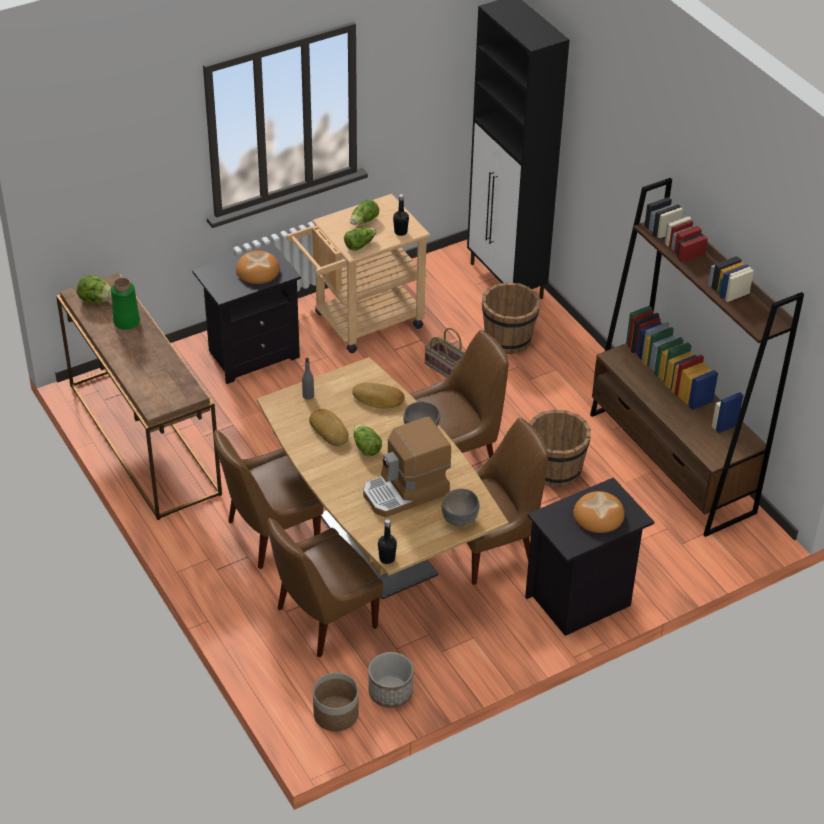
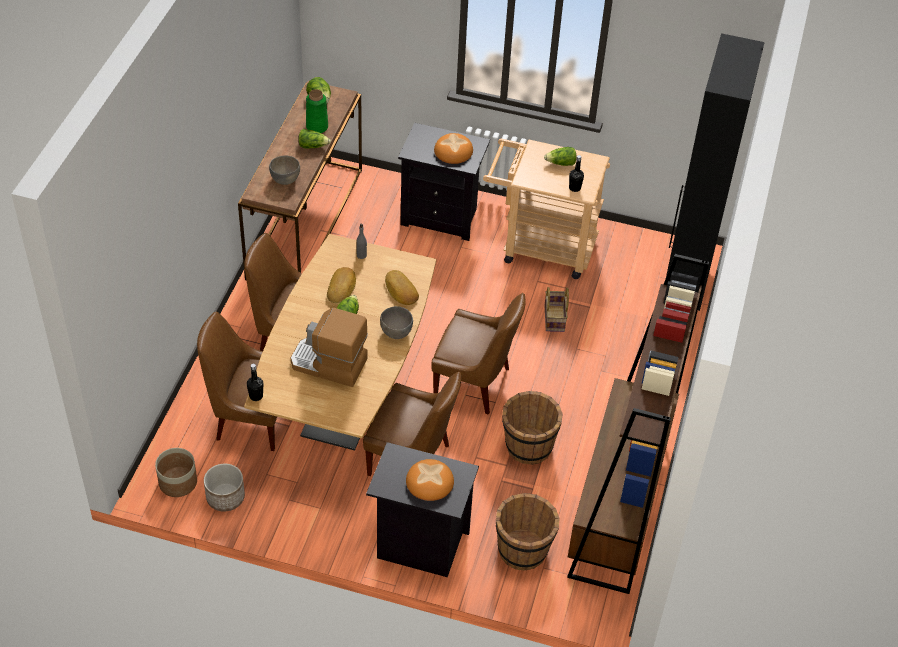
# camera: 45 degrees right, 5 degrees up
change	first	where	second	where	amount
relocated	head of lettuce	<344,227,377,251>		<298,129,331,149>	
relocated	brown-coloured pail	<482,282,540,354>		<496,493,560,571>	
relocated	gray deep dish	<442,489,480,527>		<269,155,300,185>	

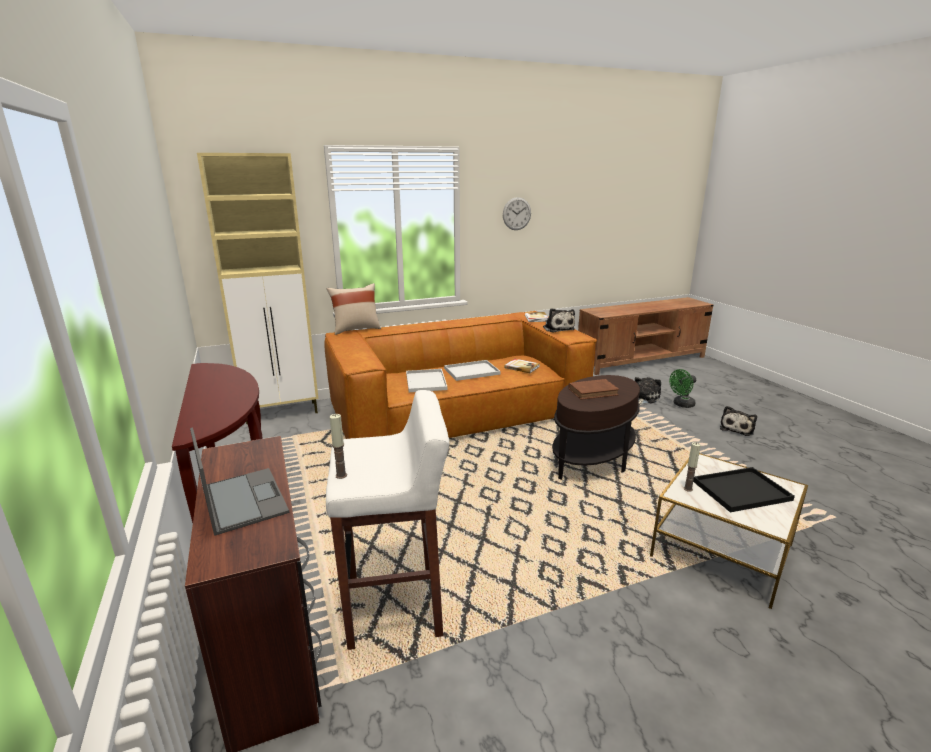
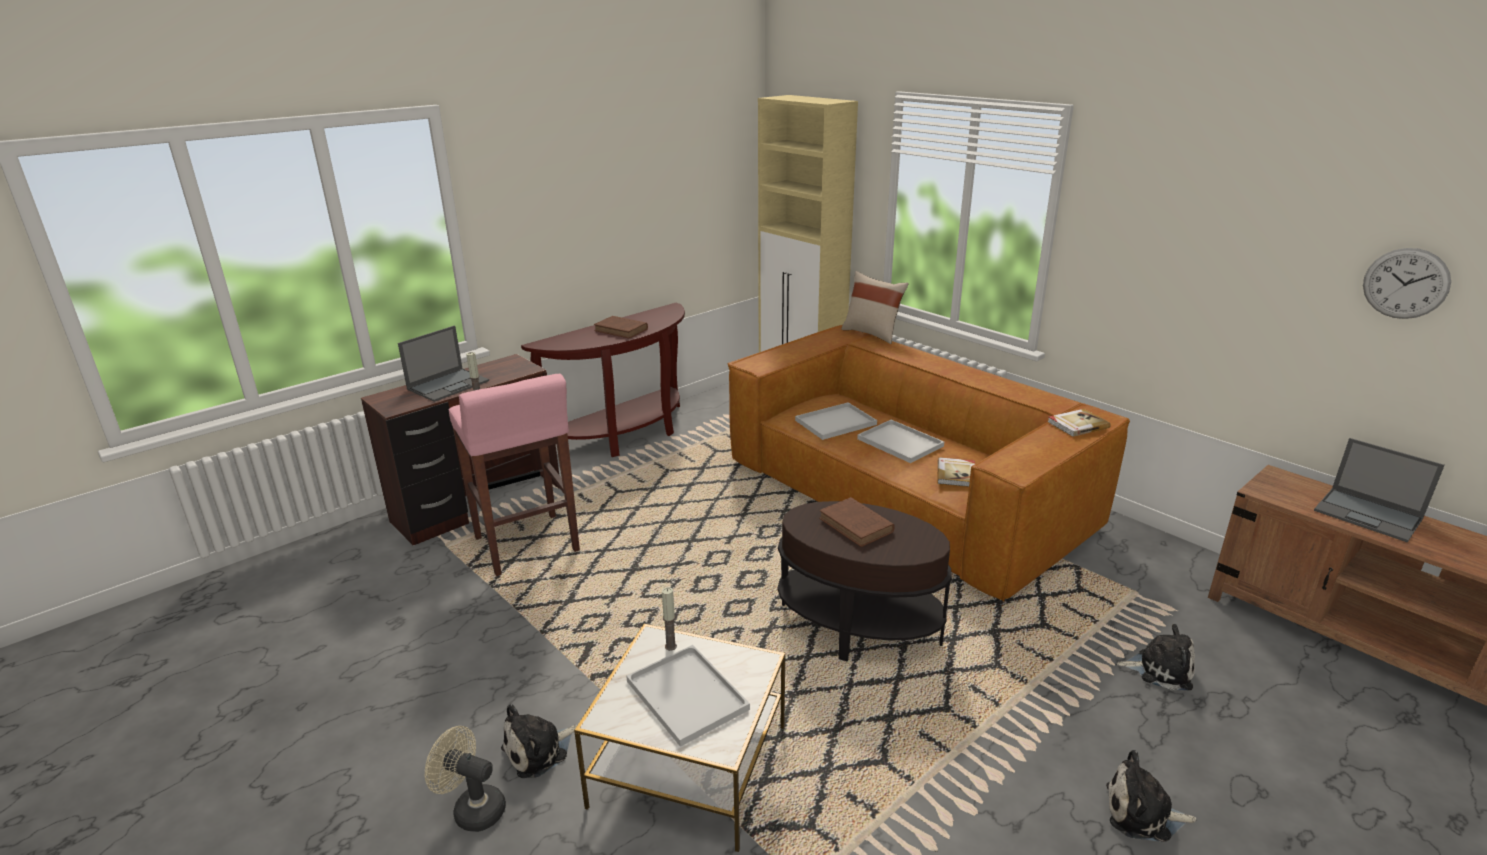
# camera: 70 degrees right, 5 degrees up
change	first	where	second	where	amount
relocated	clock on the wall	<503,197,531,230>		<1363,248,1451,319>	
relocated	soft toy	<543,308,575,332>		<501,704,577,778>	
missing	green fan	<669,369,696,408>			
colour	white-coloured sitting stool	<326,390,449,650>	pink-coloured sitting stool	<448,374,580,576>	
colour	blackish serving tray	<693,467,795,512>	white-coloured serving tray	<626,645,750,747>	
appeared			brown-coloured book	<594,316,648,338>	
appeared			laptop	<1314,438,1445,542>	
appeared			beige fan	<425,726,506,832>	

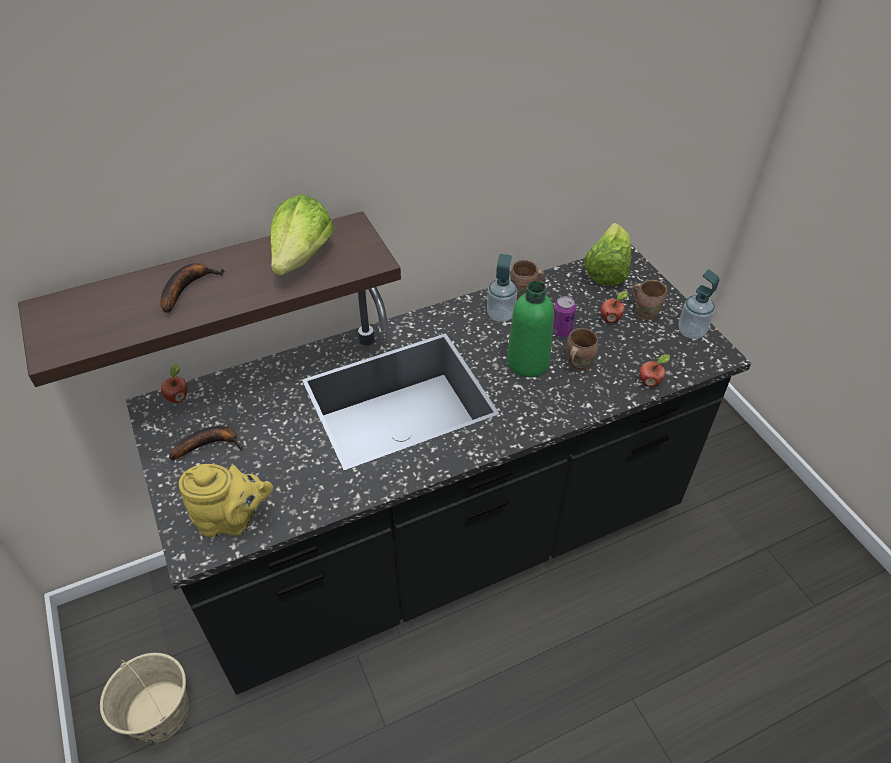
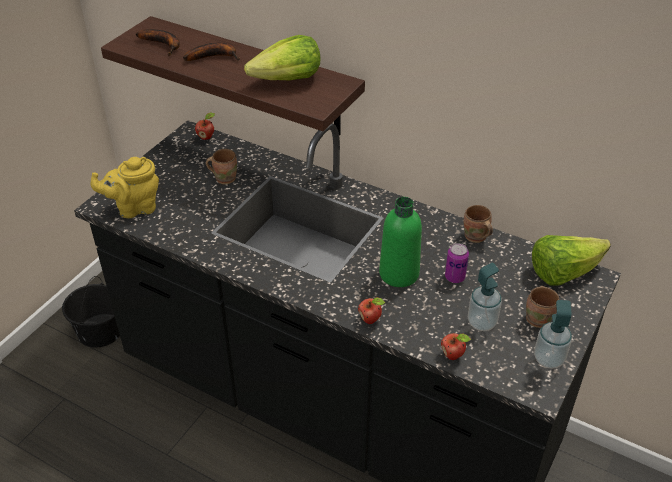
# camera: 55 degrees right, 5 degrees down
change	first	where	second	where	amount
relocated	soap bottle	<487,254,517,322>		<468,263,502,331>	
relocated	apple	<601,291,628,323>		<358,297,385,324>	
relocated	brown-coloured tea mug	<566,328,598,371>		<206,149,237,185>	
relocated	banana	<169,426,243,460>		<136,29,180,56>	
spun	yellow-coloured pot for tea	<179,464,273,537>		<91,157,159,218>	105 degrees clockwise
colour	beige pail	<100,653,189,744>	blackish pail	<62,276,120,347>	

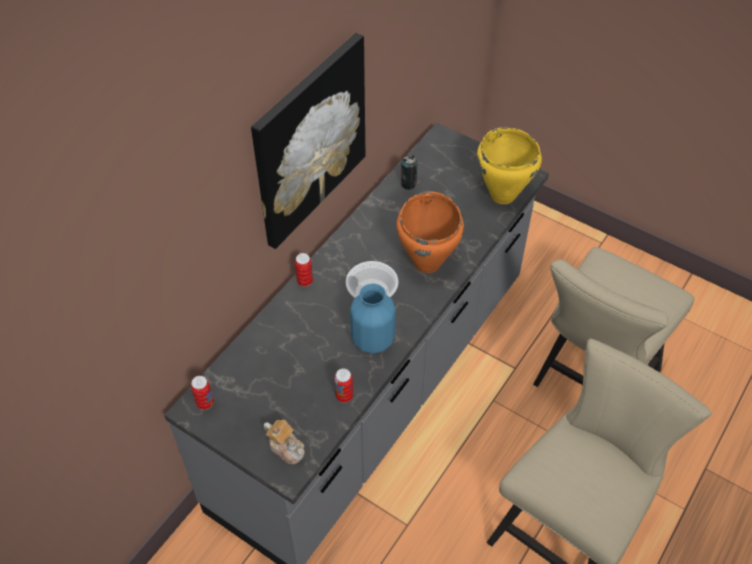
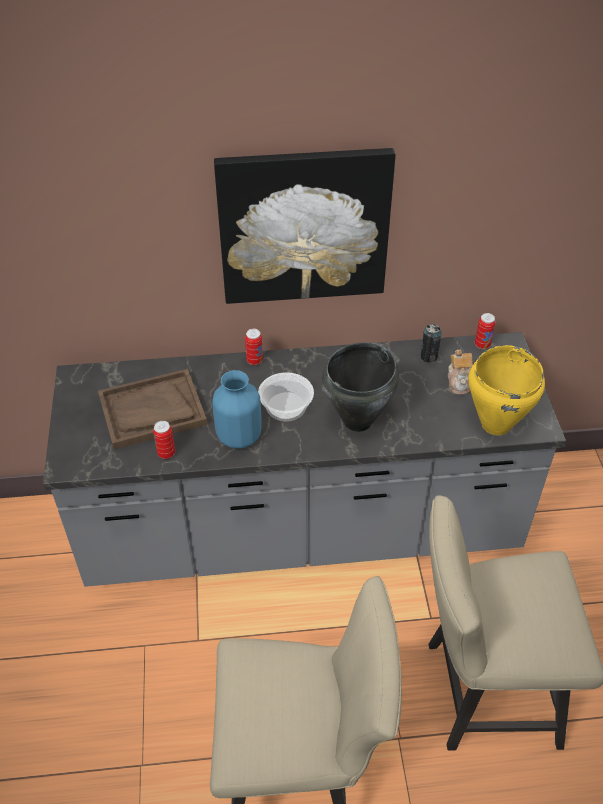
# camera: 50 degrees right, 5 degrees down
change	first	where	second	where	amount
colour	orangey cooking pot	<396,191,464,273>	blackish cooking pot	<322,342,399,432>	
relocated	metal can	<191,376,214,410>		<475,313,496,349>	
relocated	pot for tea	<263,420,305,464>		<448,349,473,395>	
appeared			brown-coloured serving tray	<98,369,207,449>	

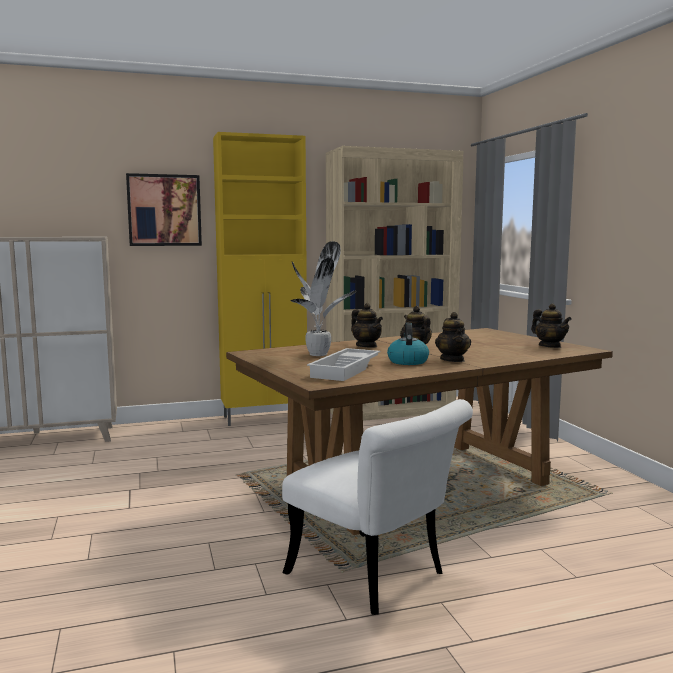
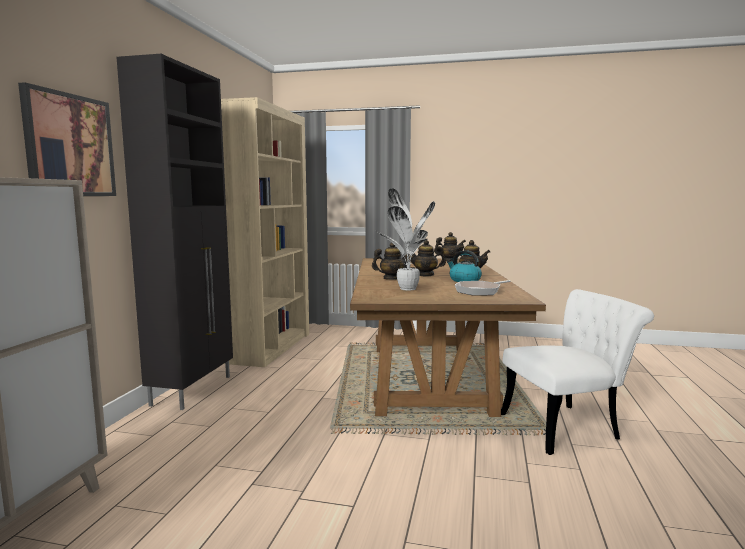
# camera: 60 degrees left, 0 degrees up
change	first	where	second	where	amount
colour	yellow-coloured cabinet	<213,132,307,426>	blackish cabinet	<117,54,233,410>	
exchanged	white-coloured serving tray	<307,348,380,381>	pan	<455,280,511,296>	

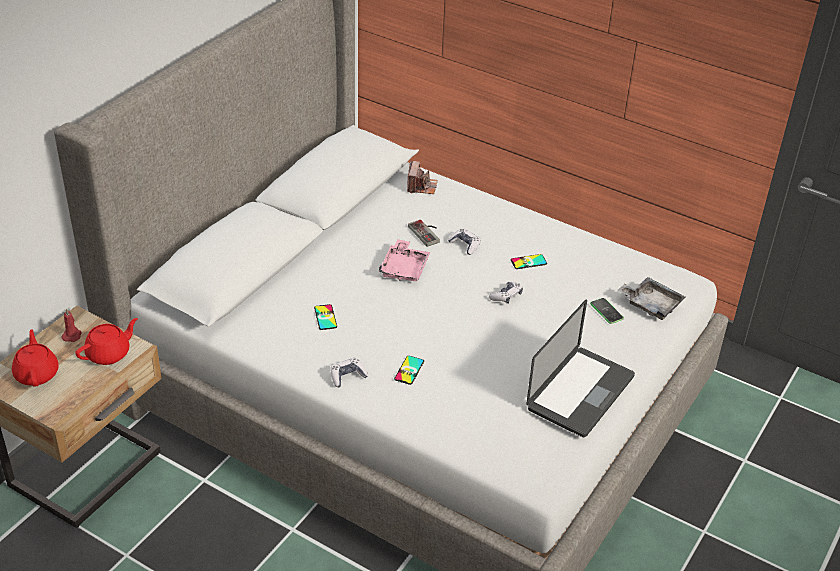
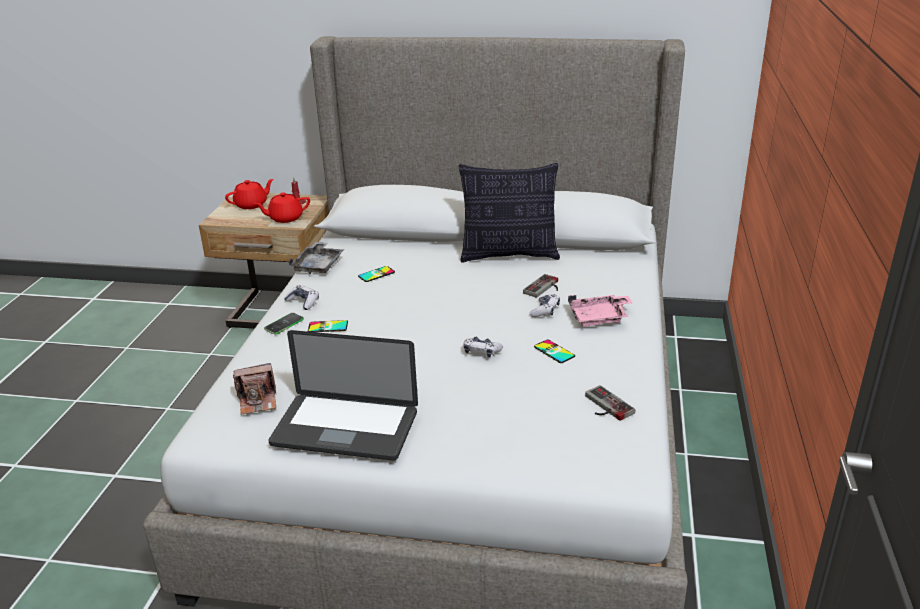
# camera: 70 degrees right, 10 degrees down
change	first	where	second	where	amount
relocated	photo camera	<407,161,438,194>		<233,363,276,414>	
relocated	pink-coloured serving tray	<379,239,430,281>		<568,295,632,327>	
relocated	gray serving tray	<618,277,686,320>		<288,242,344,274>	
relocated	phone	<590,298,624,324>		<264,313,304,335>	
spun	reddish pot for tea	<75,318,138,365>		<254,192,310,223>	135 degrees clockwise
appeared			pillow	<459,163,560,263>	
appeared			game controller	<585,385,635,421>	

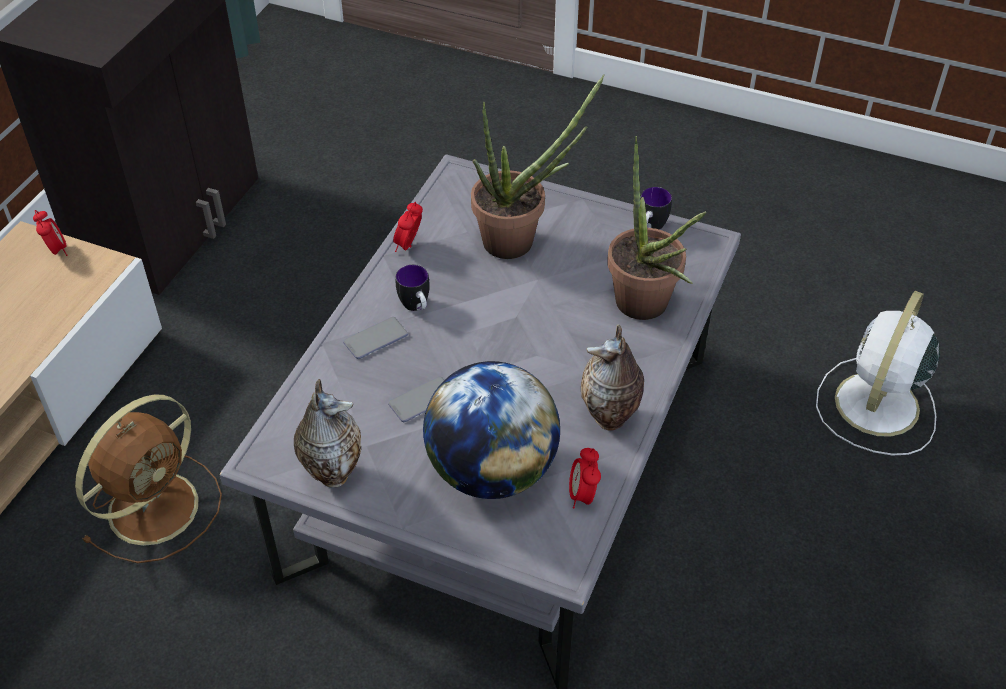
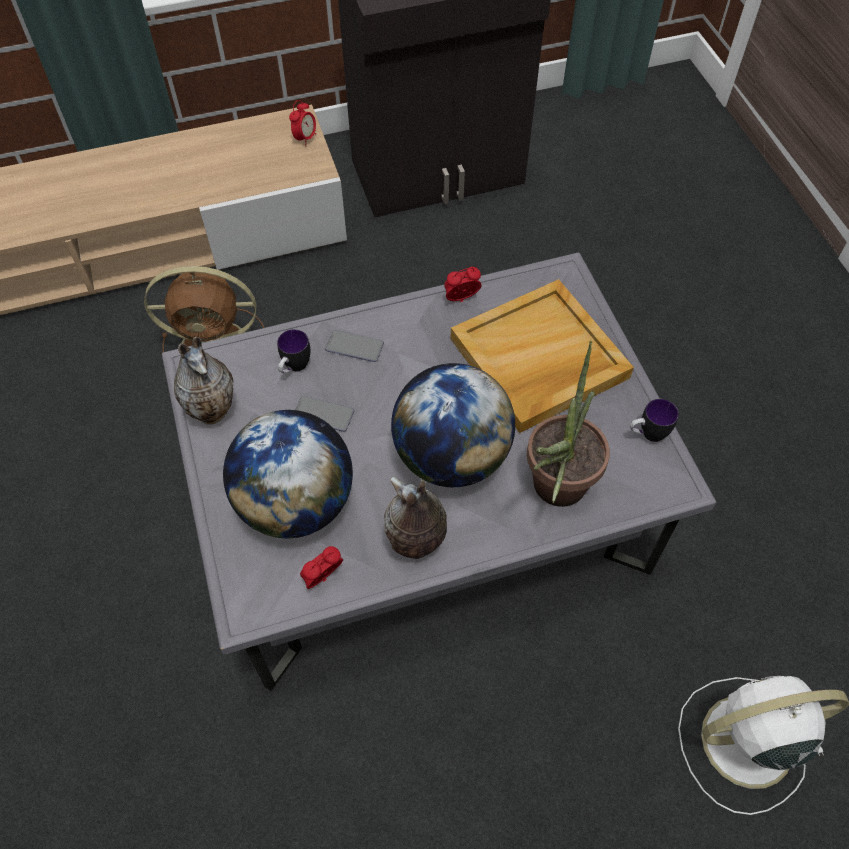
# camera: 50 degrees right, 10 degrees up
change	first	where	second	where	amount
exchanged	plant in a pot	<471,74,605,259>	beige serving tray	<451,279,634,433>	
relocated	tea mug	<395,265,430,311>		<277,329,310,373>	
appeared			desk globe	<391,363,515,487>	

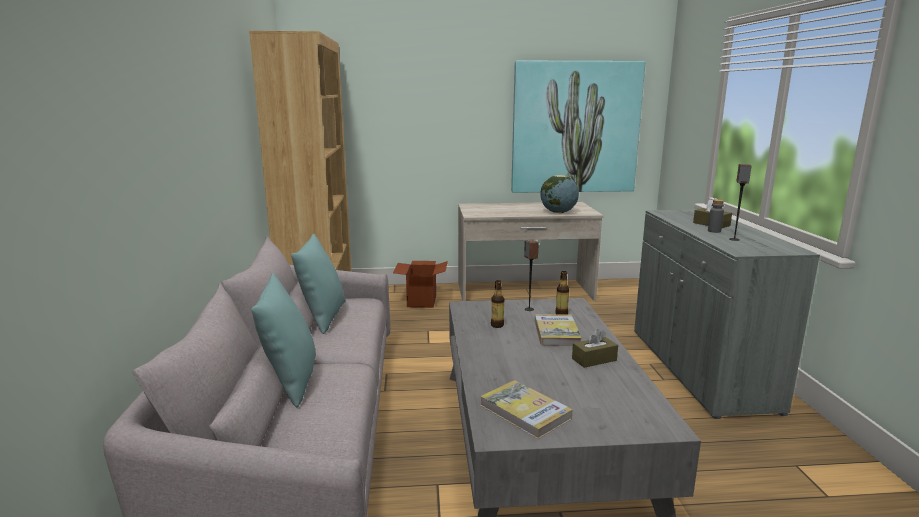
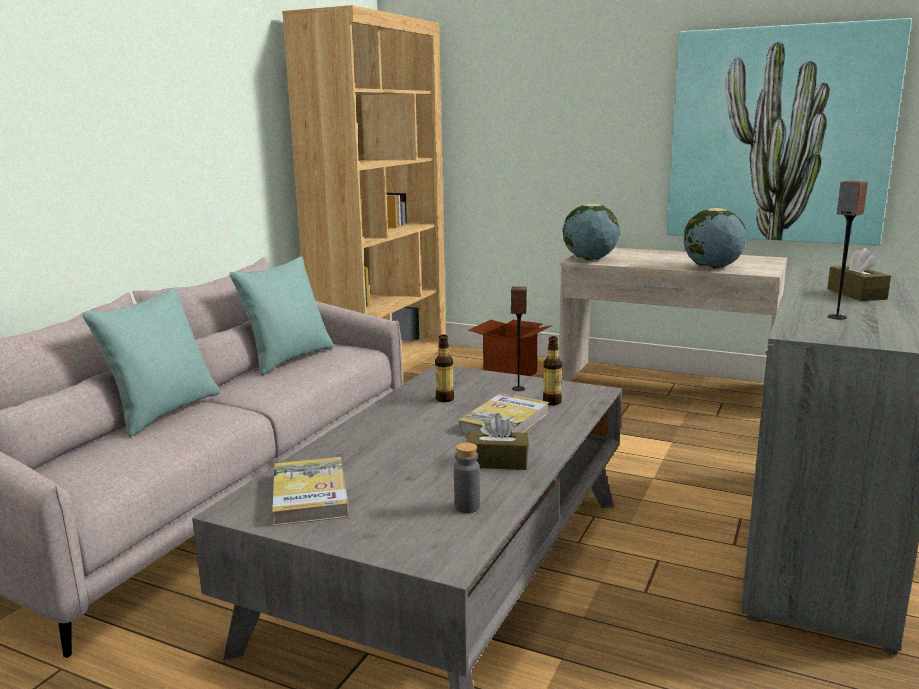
# camera: 30 degrees right, 0 degrees up
change	first	where	second	where	amount
relocated	gray drink bottle	<708,199,724,233>		<454,443,480,513>	
appeared			desk globe	<562,204,620,260>	

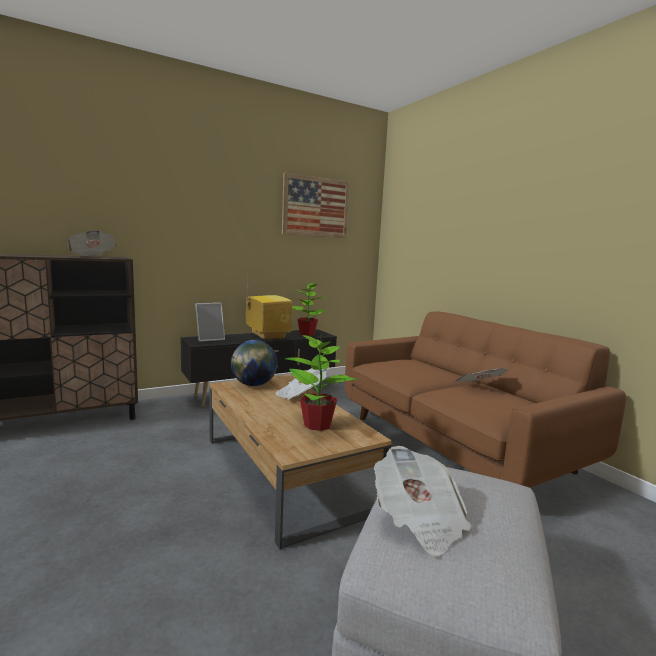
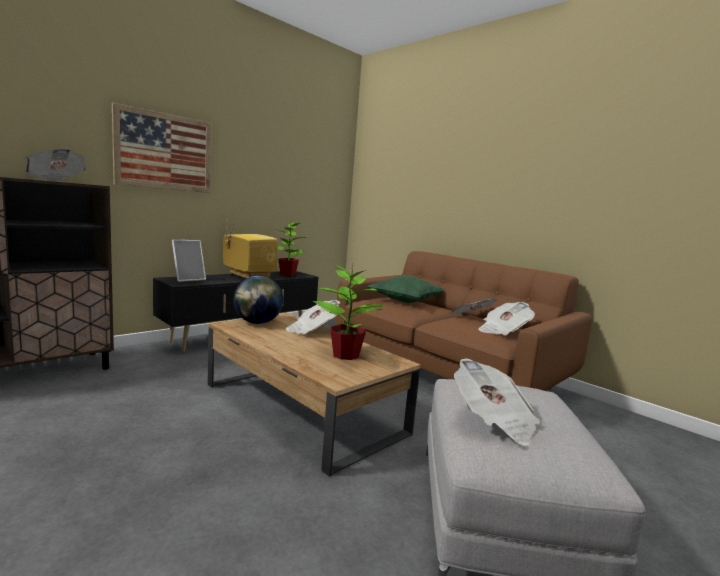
# camera: 15 degrees left, 0 degrees up
change	first	where	second	where	amount
relocated	wall picture	<282,172,350,238>		<112,103,211,193>	
appeared			green pillow	<367,276,445,303>	
appeared			daily paper	<478,302,535,335>	

